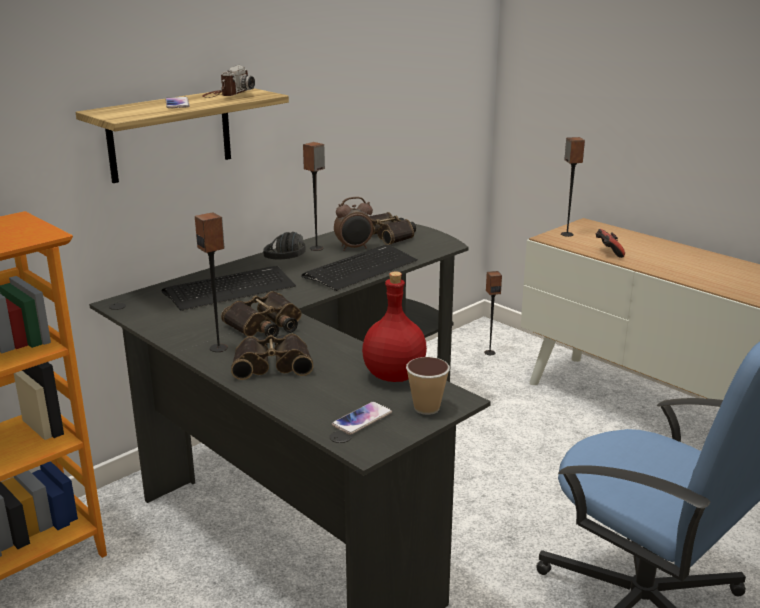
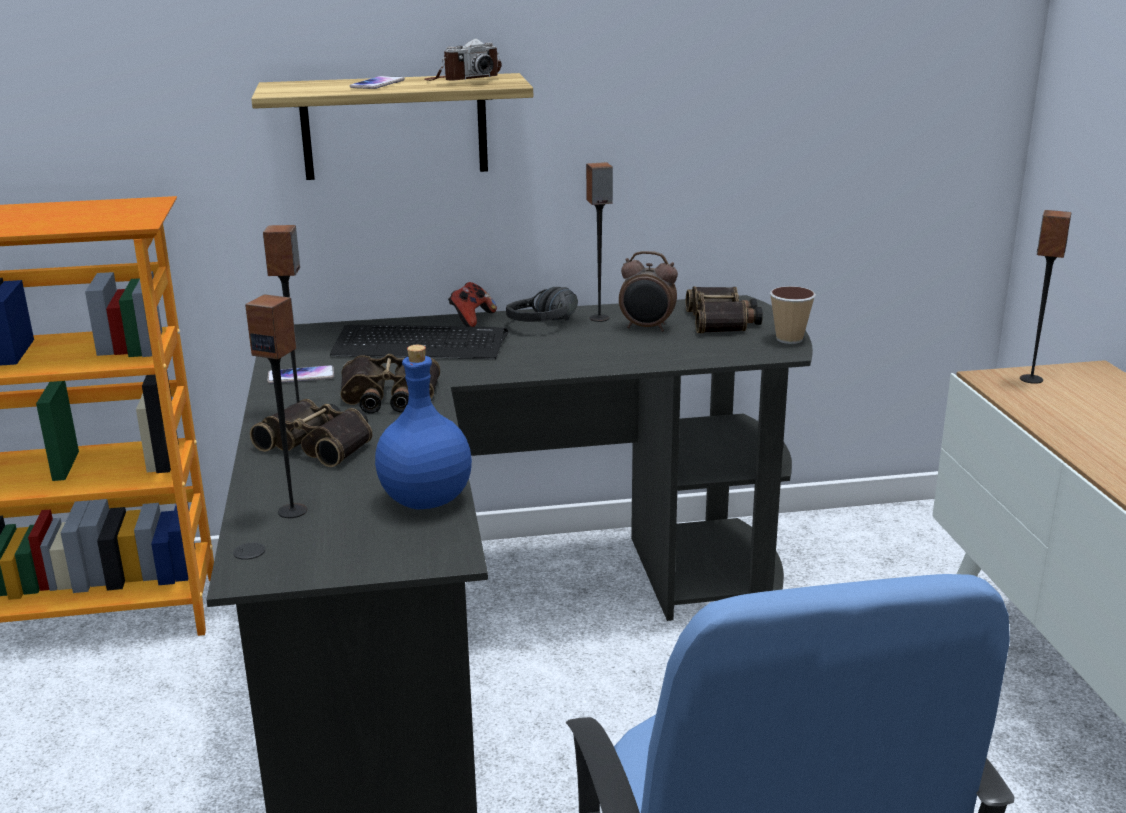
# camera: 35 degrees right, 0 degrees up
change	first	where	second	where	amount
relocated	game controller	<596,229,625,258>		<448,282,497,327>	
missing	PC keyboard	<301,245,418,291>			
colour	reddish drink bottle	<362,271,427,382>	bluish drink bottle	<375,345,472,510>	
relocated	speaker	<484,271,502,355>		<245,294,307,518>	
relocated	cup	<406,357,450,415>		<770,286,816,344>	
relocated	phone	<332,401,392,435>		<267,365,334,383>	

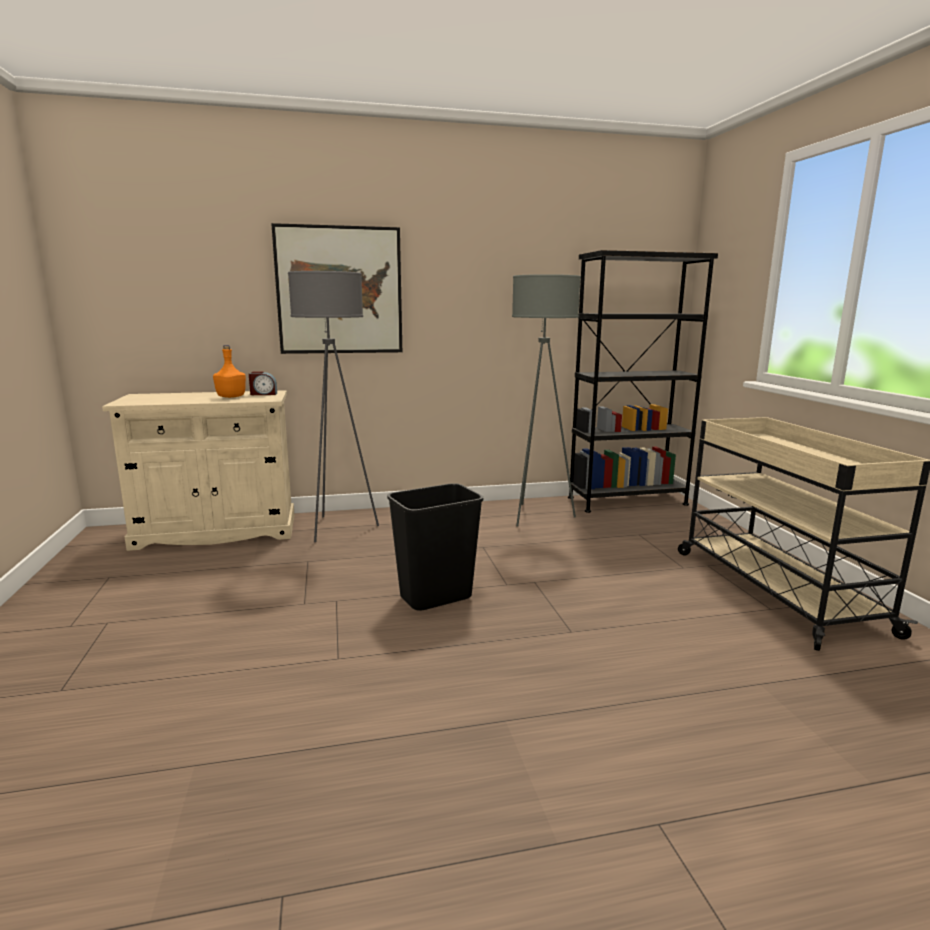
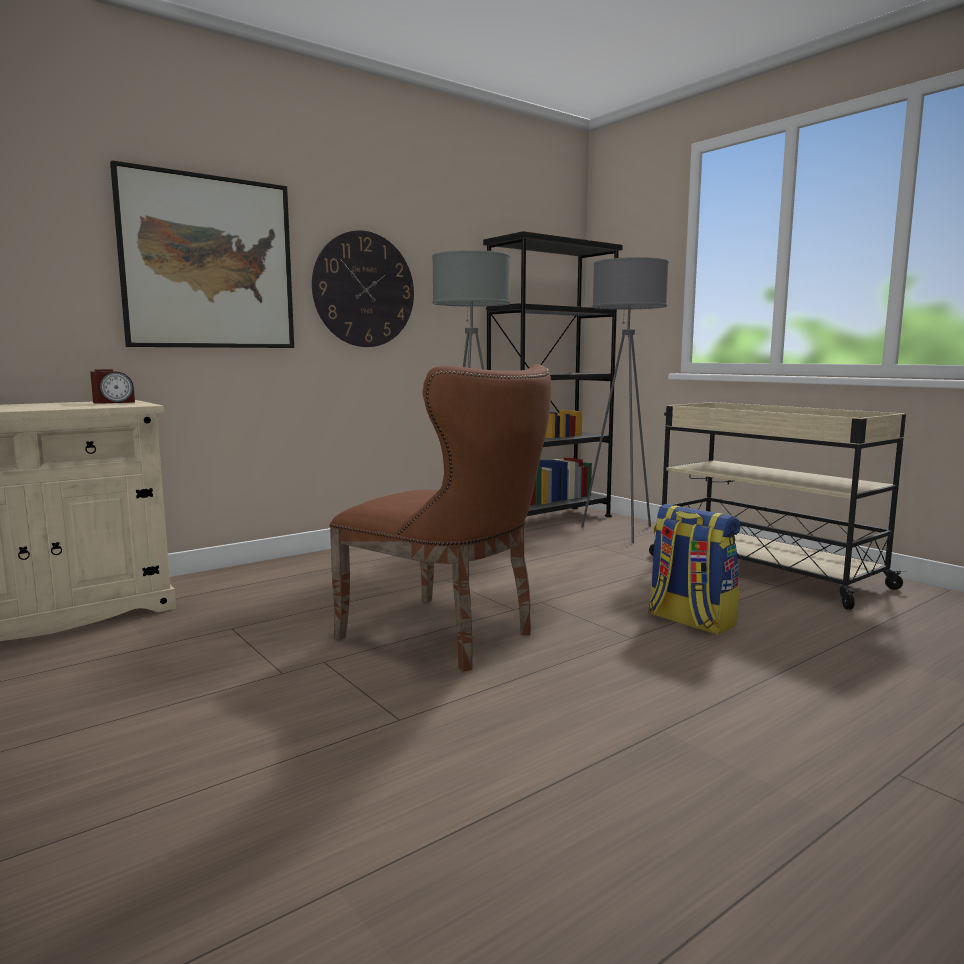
# camera: 25 degrees left, 5 degrees down
change	first	where	second	where	amount
relocated	gray standard lamp	<288,271,379,542>		<581,257,669,543>	
missing	orangey drink bottle	<213,345,246,398>			
exchanged	blackish trash can	<387,483,483,611>	brown-coloured chair	<330,364,552,672>	
appeared			clock on the wall	<312,230,414,347>	
appeared			backpack	<649,504,740,635>	

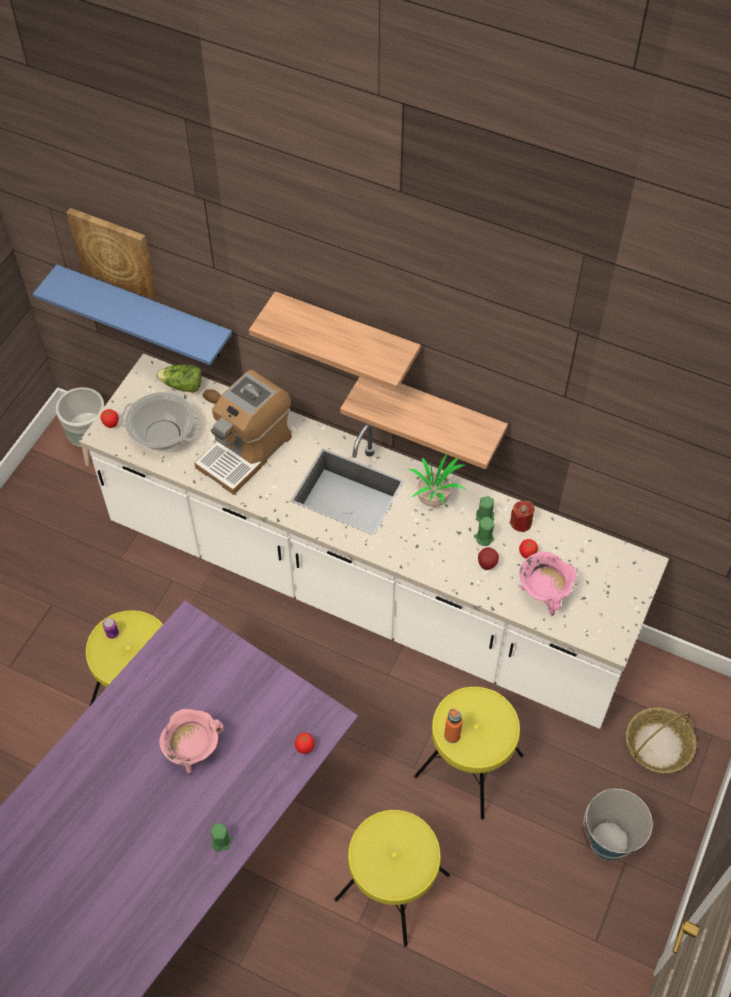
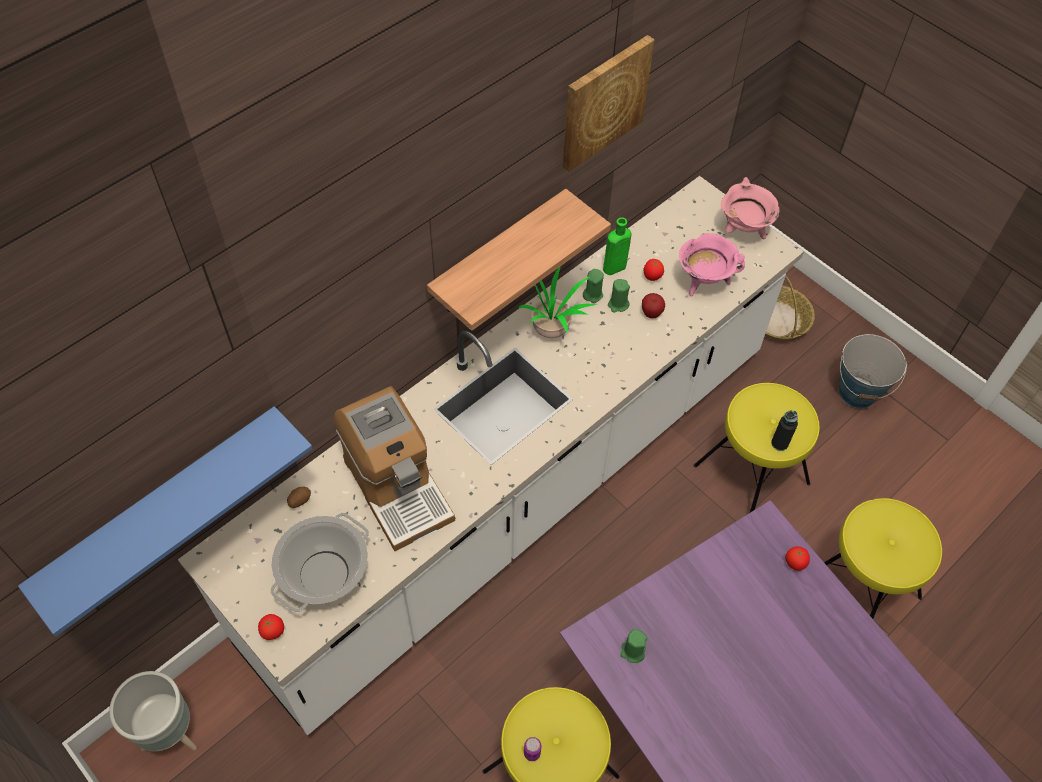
# camera: 70 degrees left, 0 degrees up
change	first	where	second	where	amount
relocated	wall picture	<66,208,157,299>		<563,35,655,172>	
missing	wall shelf	<249,291,421,390>			
missing	head of lettuce	<156,365,202,393>			
exchanged	reddish candle	<510,501,535,532>	green drink bottle	<603,217,632,275>	
colour	orangey drink bottle	<444,708,463,743>	blackish drink bottle	<771,410,798,451>	
relocated	pink-coloured cooking pot	<159,709,224,774>		<721,177,779,240>	
relocated	green candle	<211,823,232,851>		<620,629,647,663>	

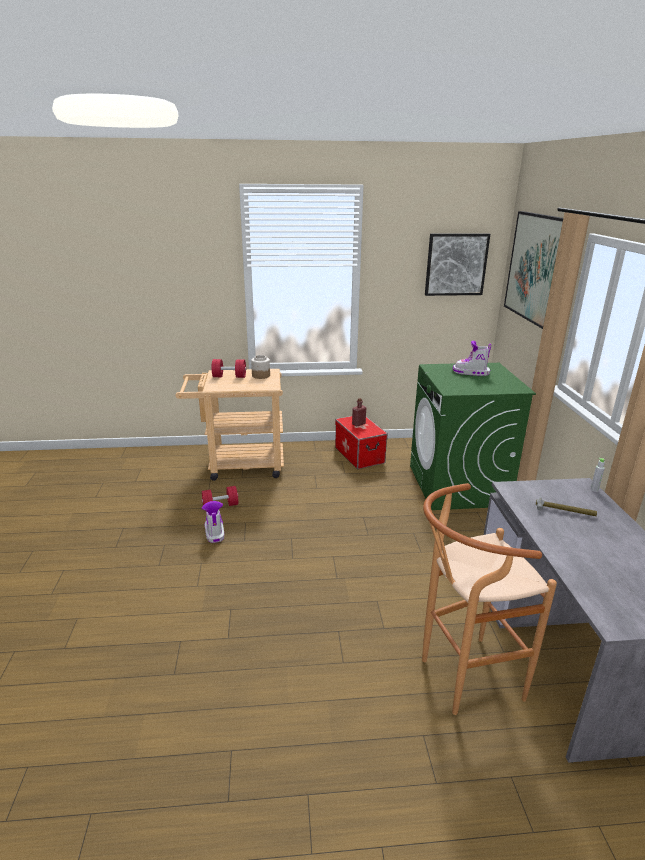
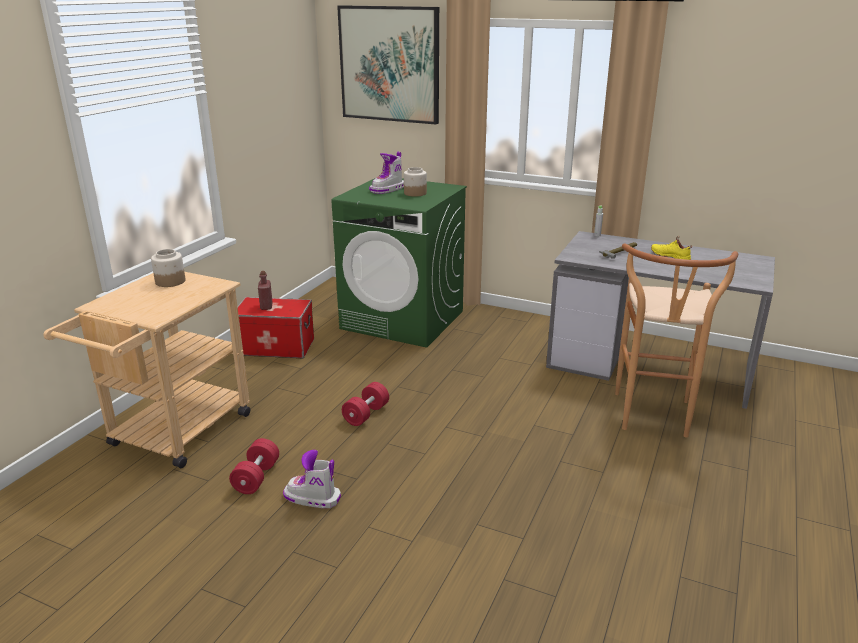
# camera: 60 degrees left, 0 degrees up
change	first	where	second	where	amount
missing	wall picture	<425,234,490,296>			
relocated	reddish dumbbell	<212,359,246,378>		<342,382,389,426>	
appeared			preserve jar	<404,167,427,197>	
appeared			yellow-coloured low shoe	<651,236,692,260>	

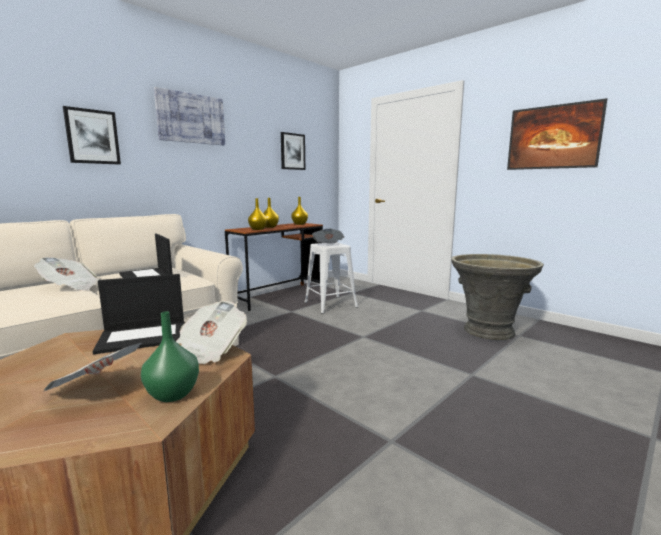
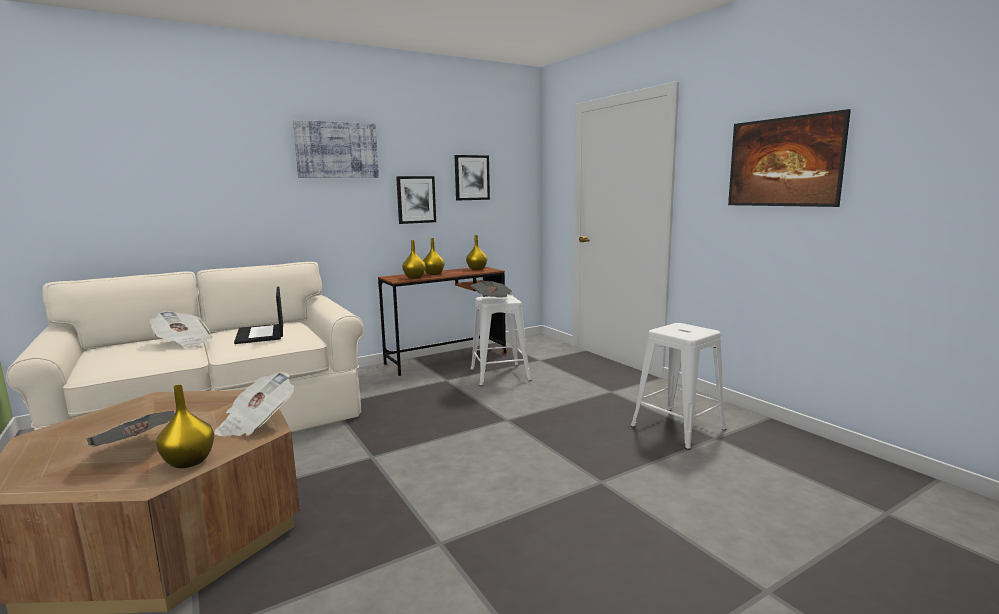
# camera: 15 degrees right, 0 degrees up
change	first	where	second	where	amount
relocated	wall picture	<63,106,121,165>		<396,176,436,224>	
exchanged	gray planter	<451,254,544,340>	white-coloured sitting stool	<631,323,727,450>	
missing	laptop	<92,274,185,354>			
colour	green decorative vase	<141,311,199,402>	yellow-coloured decorative vase	<156,385,214,468>	

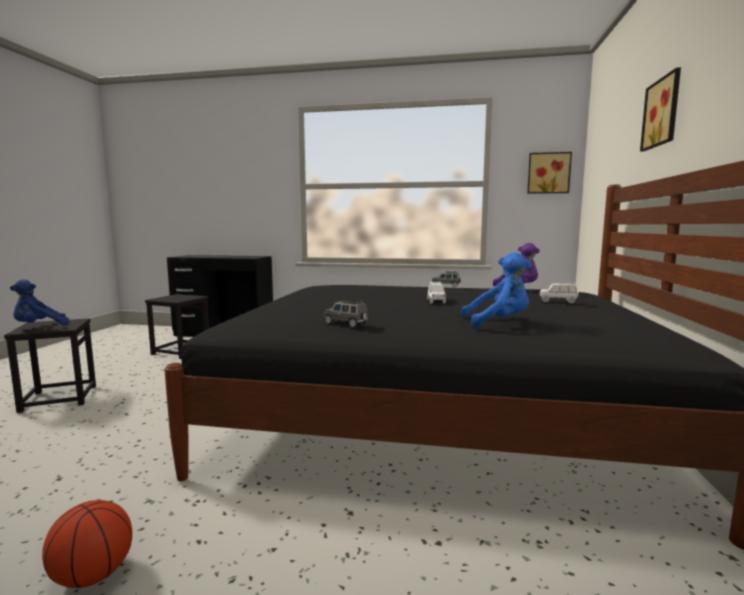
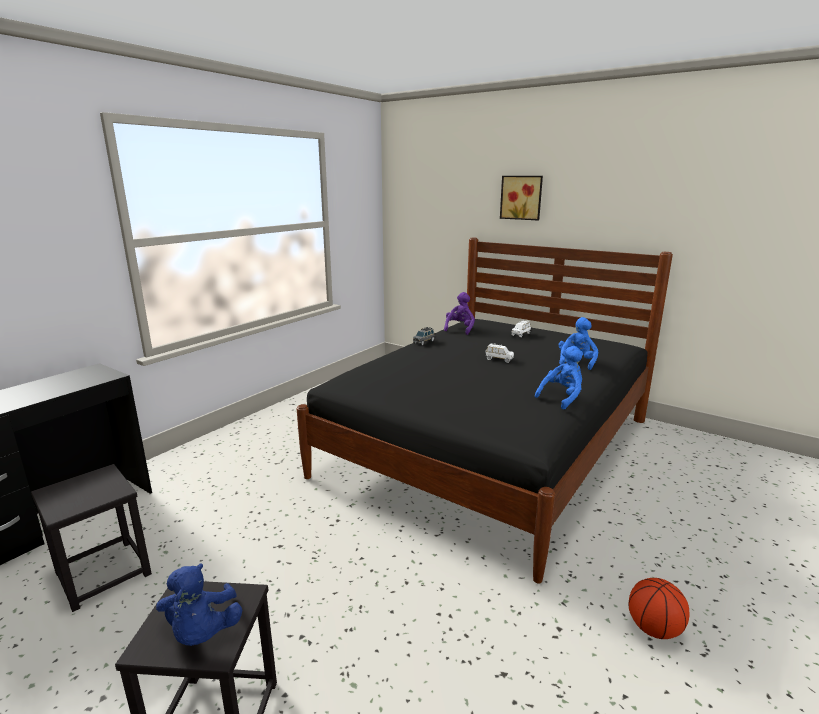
# camera: 65 degrees left, 10 degrees up
change	first	where	second	where	amount
missing	wall picture	<527,152,572,194>			
exchanged	gray miniature car	<324,300,368,327>	bluish soft toy	<535,346,583,410>	

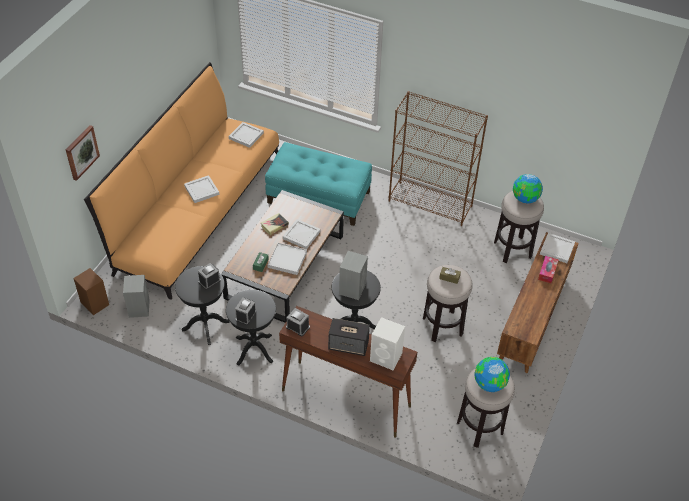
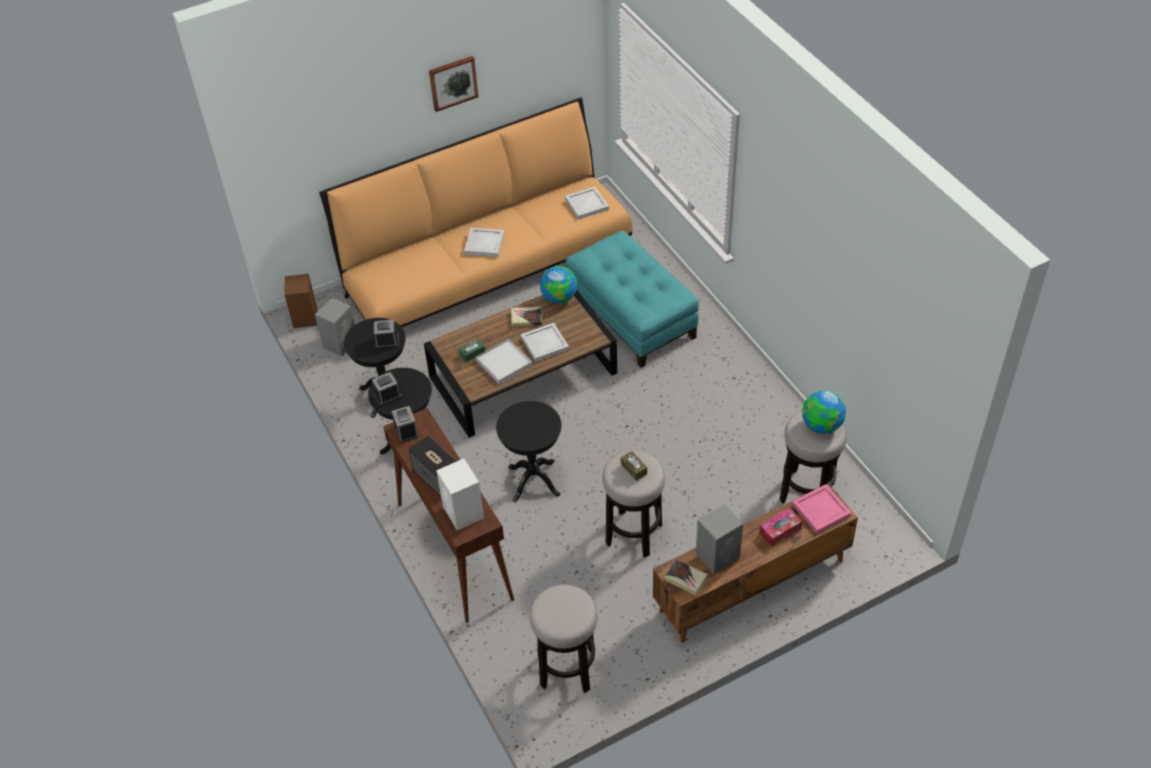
# camera: 40 degrees right, 0 degrees up
change	first	where	second	where	amount
missing	brown-coloured shelving unit	<389,91,488,226>			
relocated	wall picture	<66,125,100,181>		<429,56,478,112>	
colour	white-coloured serving tray	<540,233,575,263>	pink-coloured serving tray	<792,484,851,534>	
relocated	gray speaker	<339,251,368,300>		<696,504,743,574>	
relocated	desk globe	<474,357,510,392>		<540,266,577,303>	
appeared			book	<665,559,708,596>	

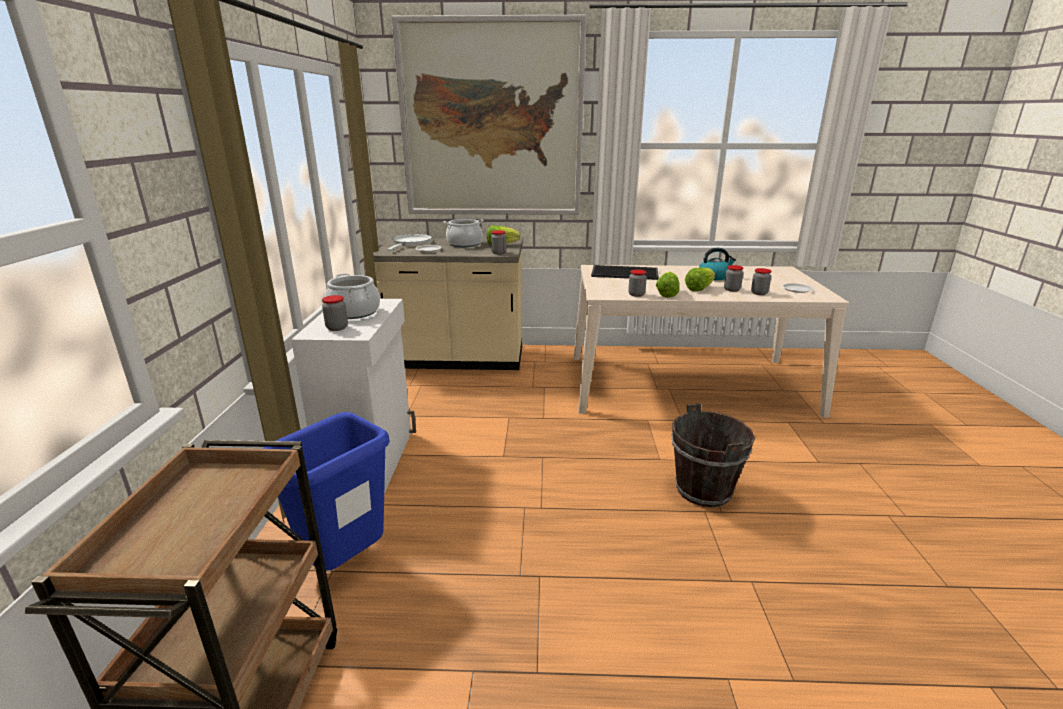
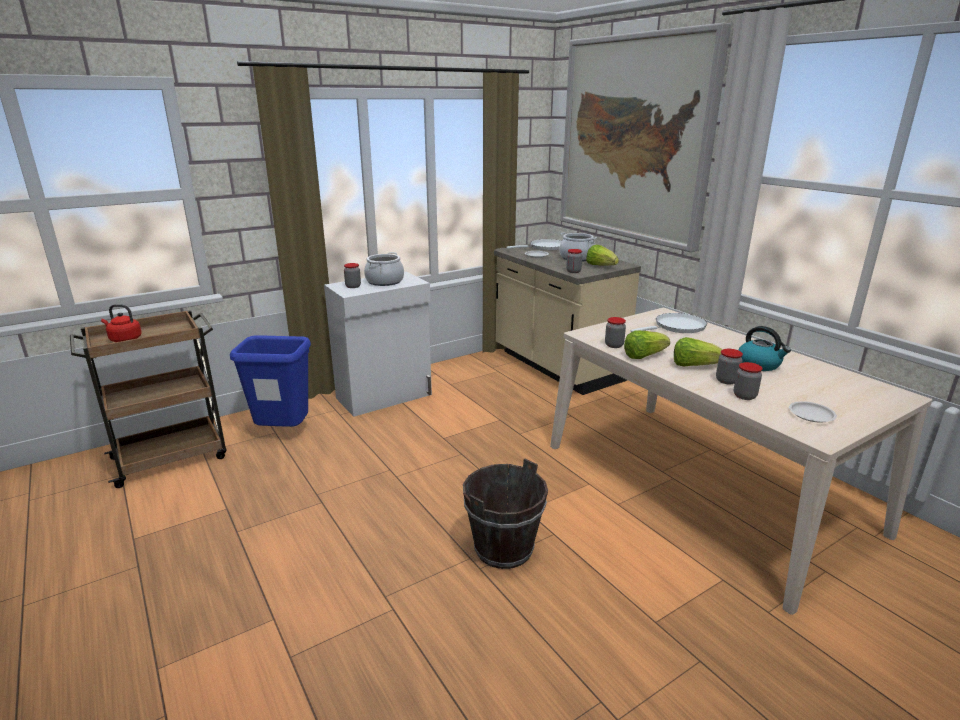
# camera: 55 degrees right, 0 degrees up
change	first	where	second	where	amount
exchanged	serving tray	<591,265,659,280>	white-coloured pan	<631,313,707,333>	
appeared			reddish tea kettle	<101,304,142,342>	

